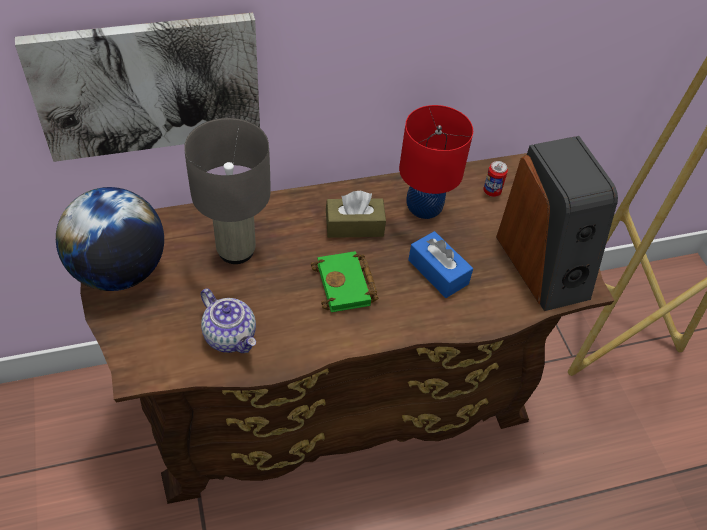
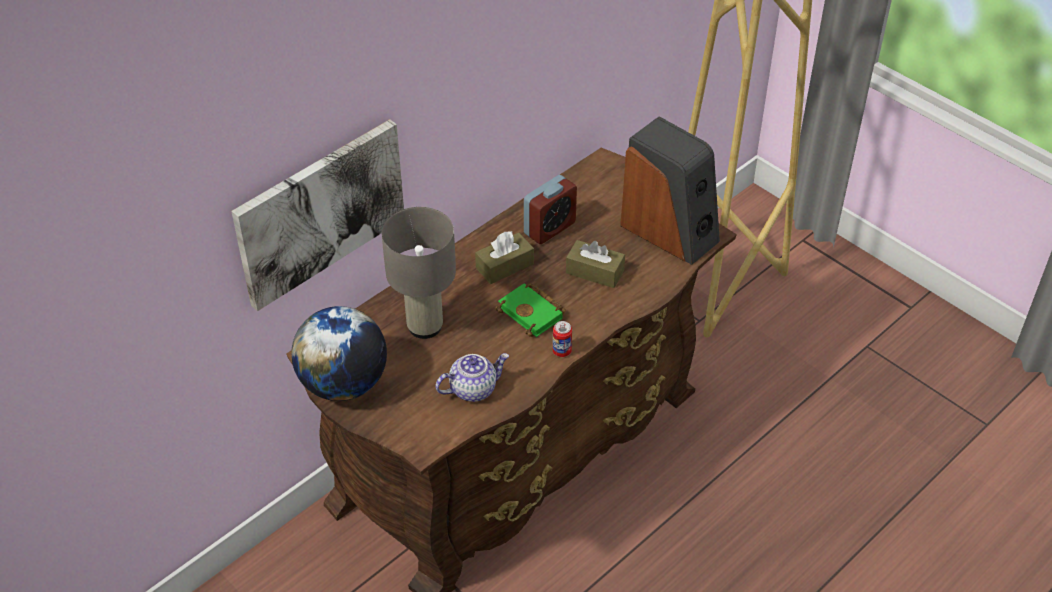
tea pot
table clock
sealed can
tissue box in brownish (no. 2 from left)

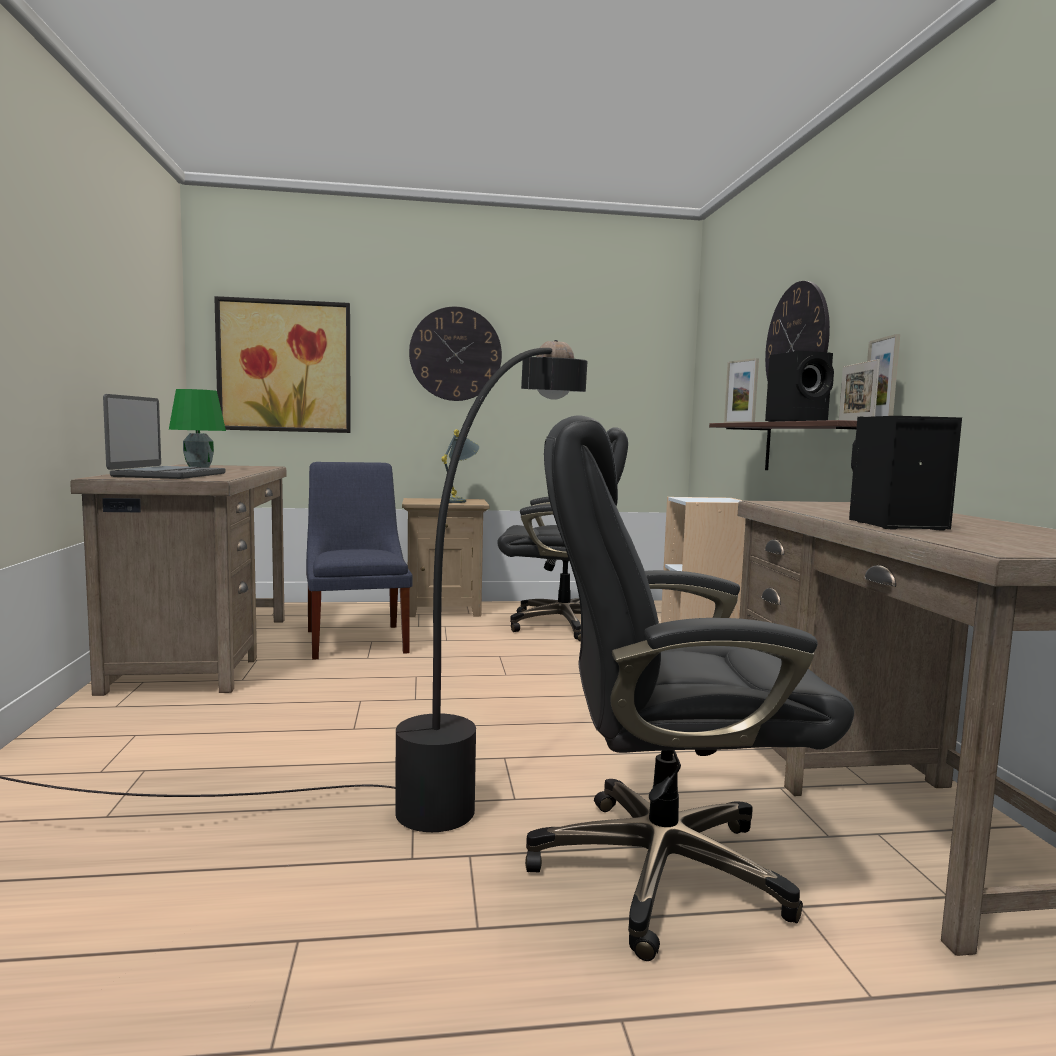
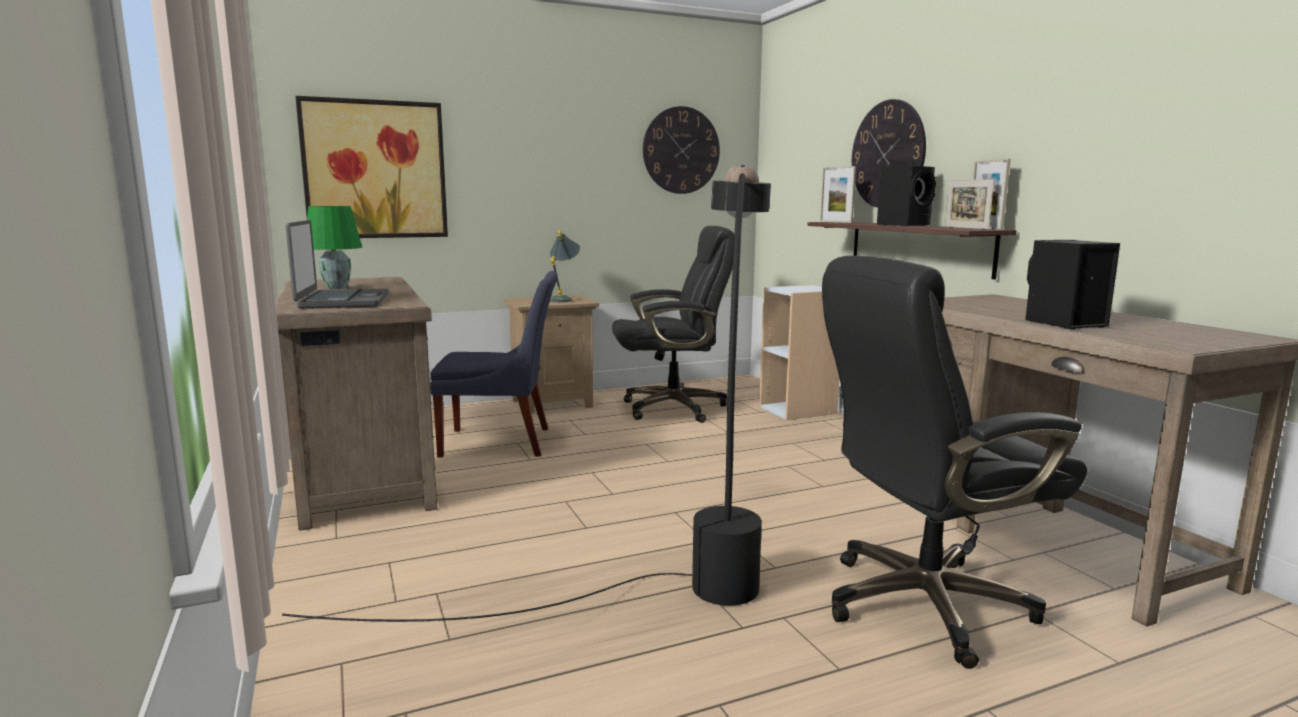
plain chair in bluish
wall clock (no. 1 from left)

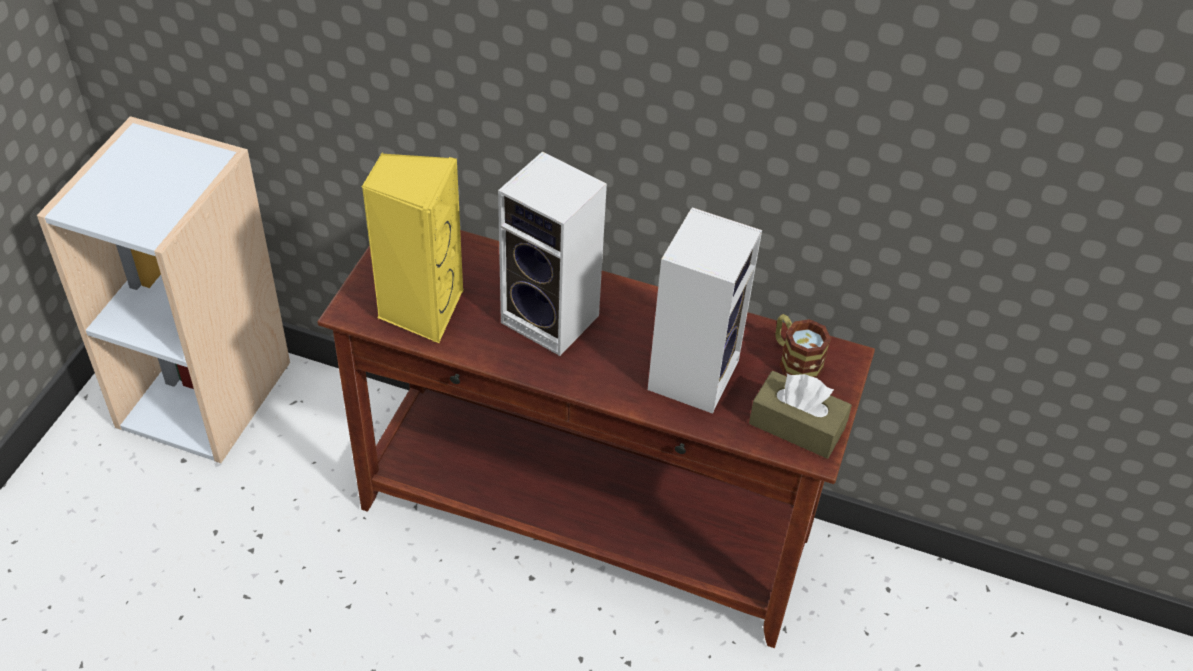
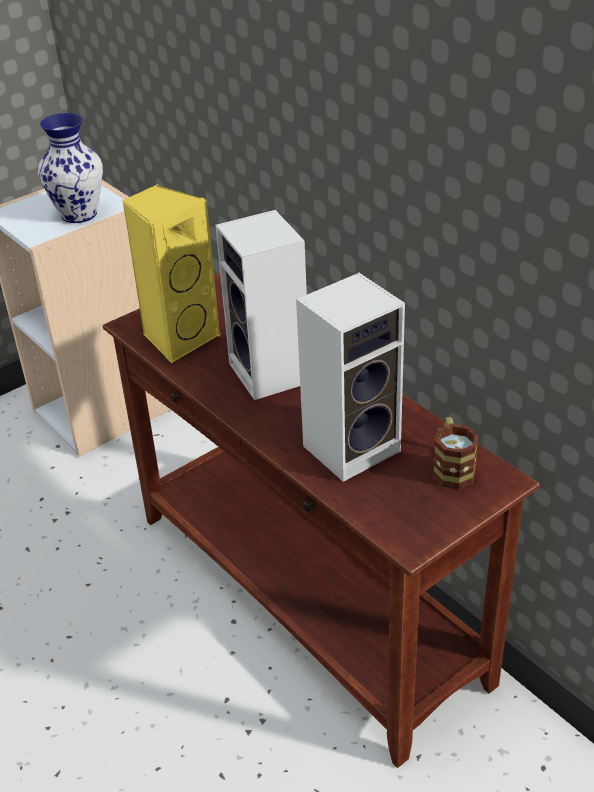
decorative vase
tissue box in brownish

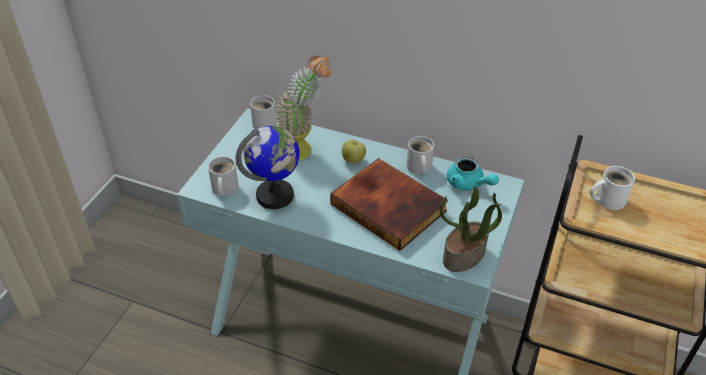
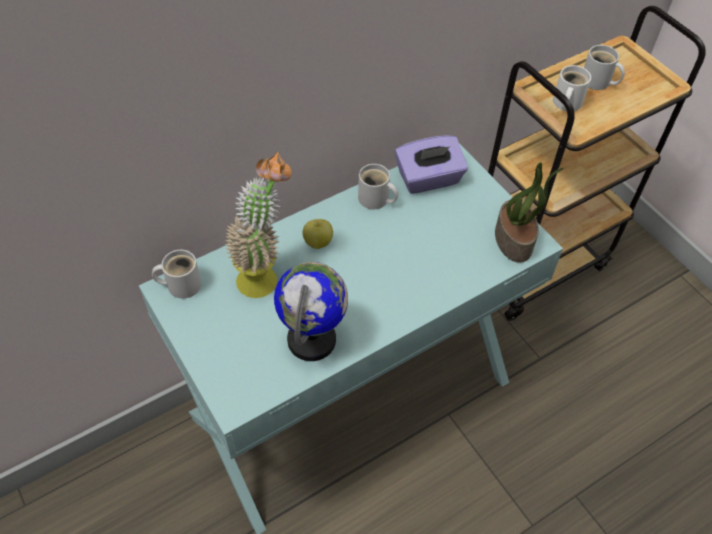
tissue box in purplish
coffee mug in white-coloured (no. 4 from left)
book

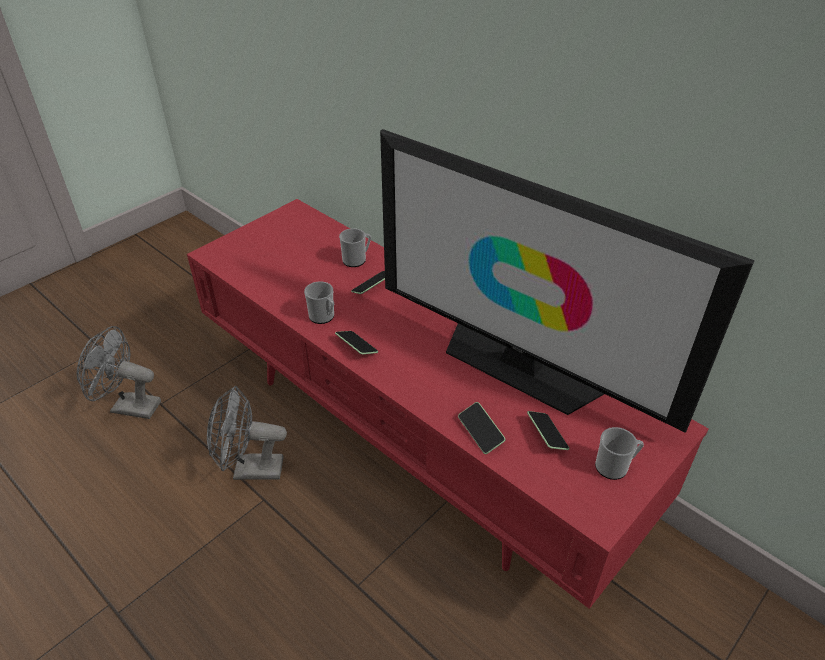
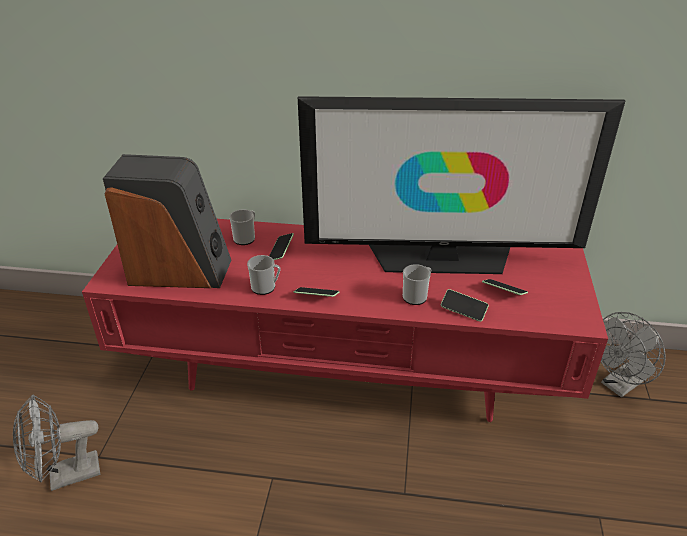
speaker
coffee mug (no. 3 from left)
fan in gray (no. 2 from left)

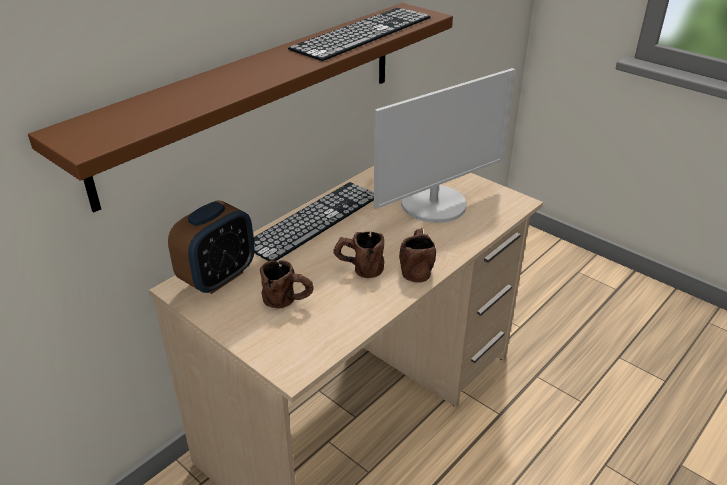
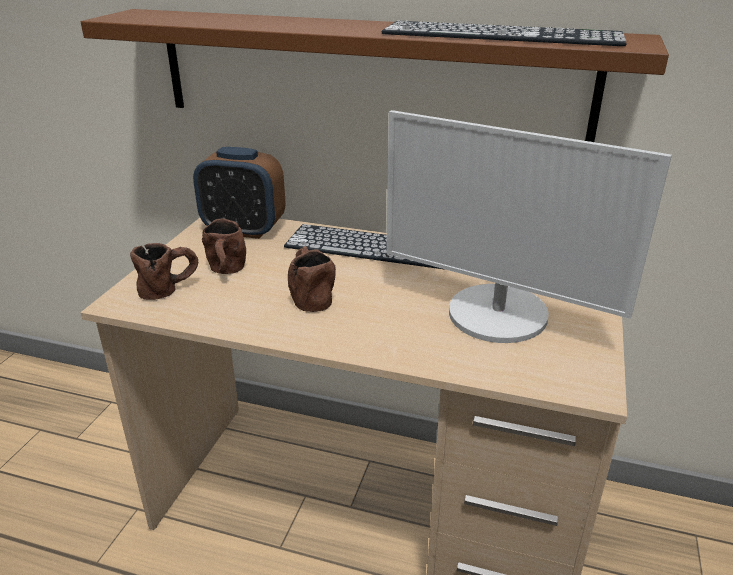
coffee mug in brownish (no. 1 from left)

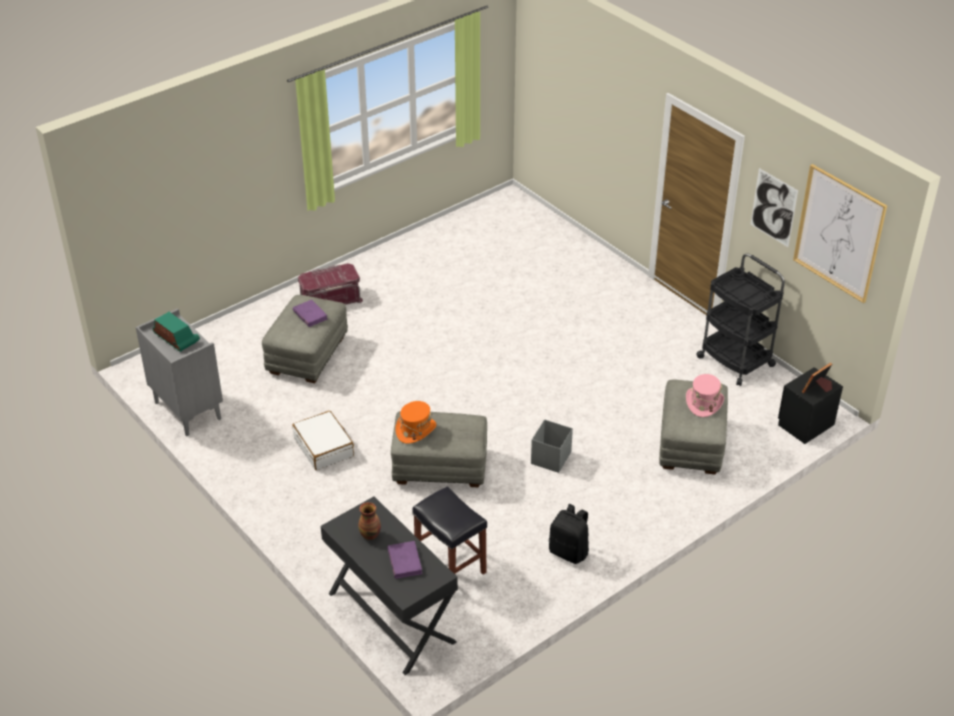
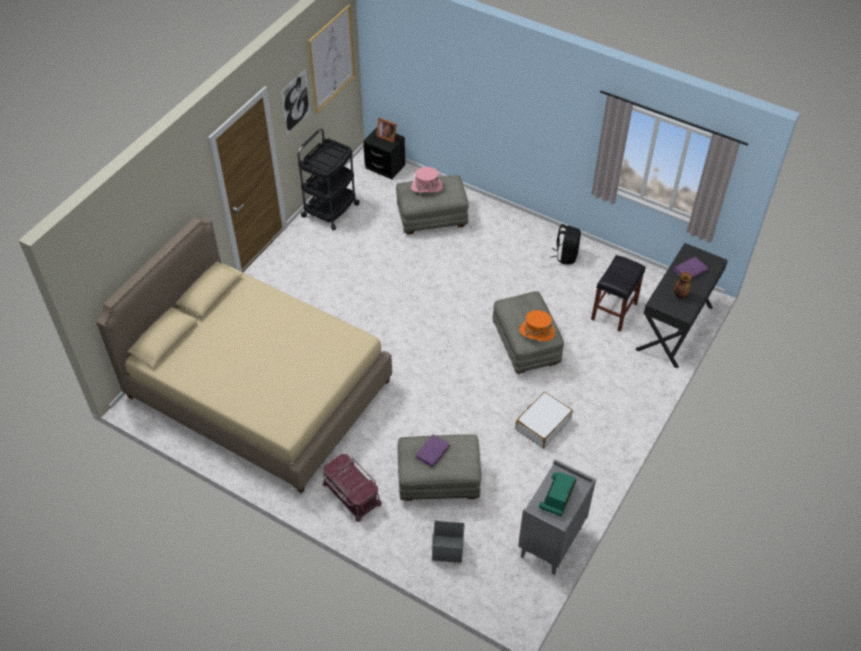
bed in sand-coloured
storage container in gray

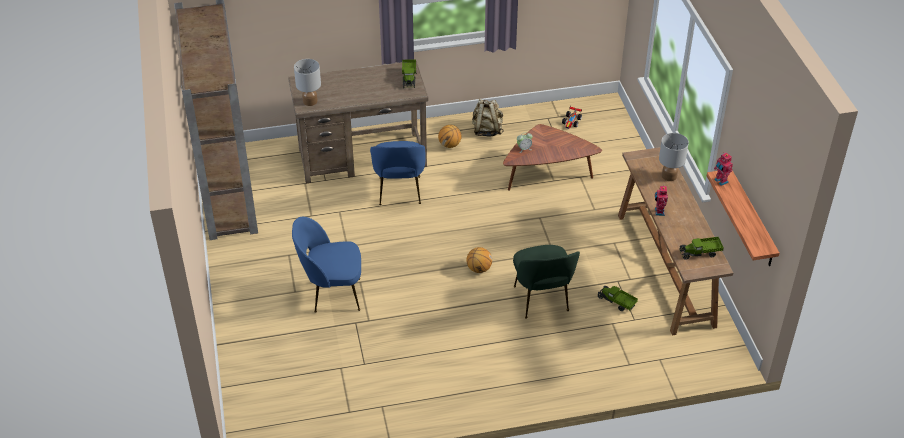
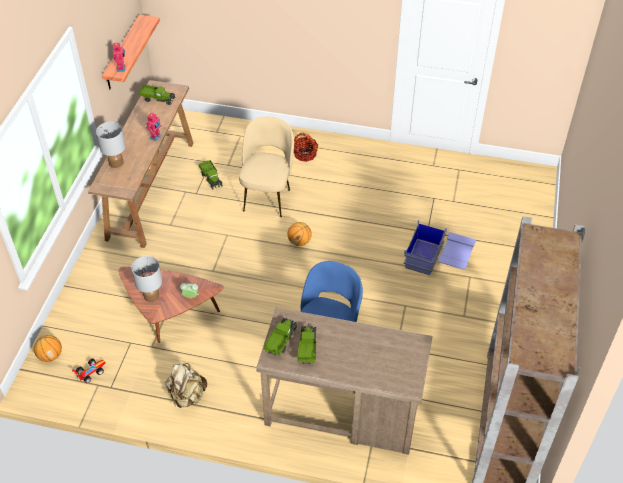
basketball (no. 1 from left)
table lamp in gray (no. 2 from left)
plain chair in sand-coloured
household basket
toy truck (no. 4 from left)
storage container in bluish

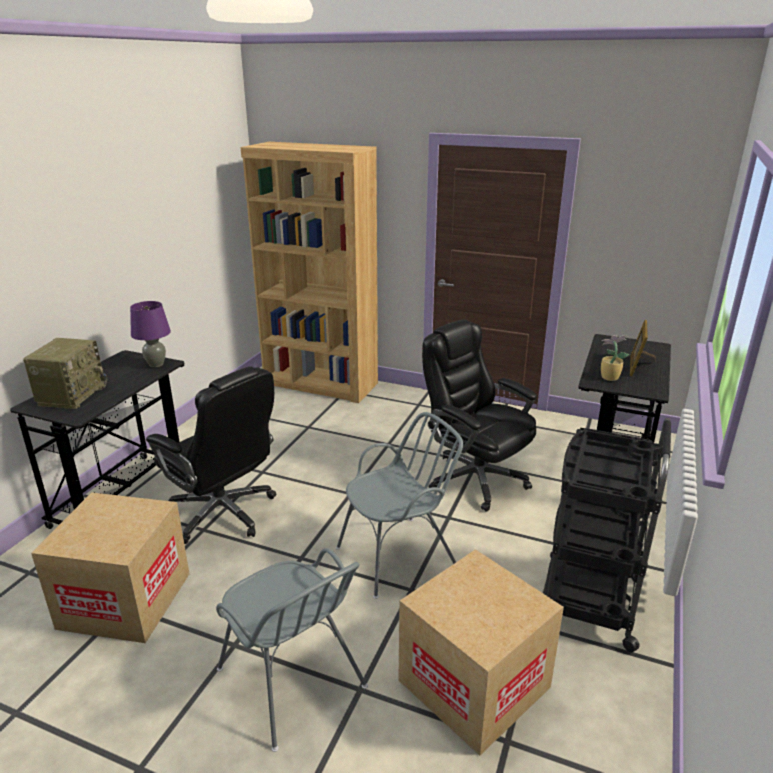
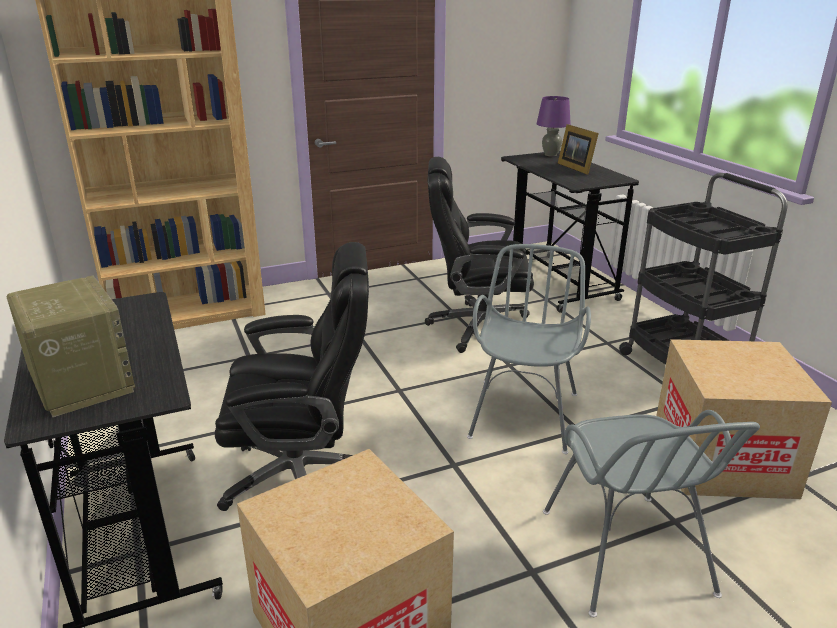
table lamp in purplish
plain chair in gray (no. 2 from left)
houseplant

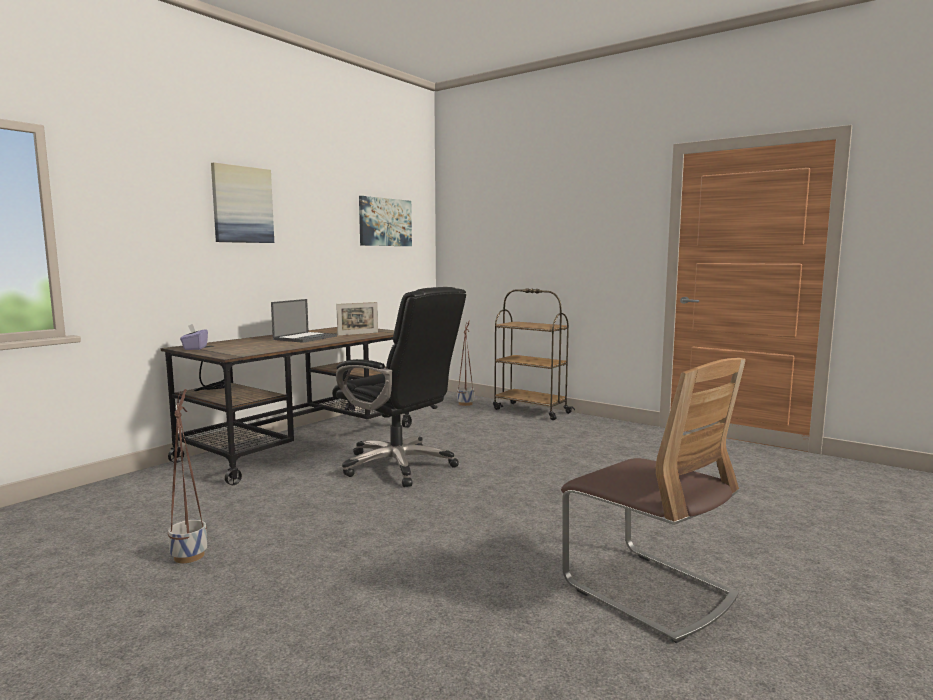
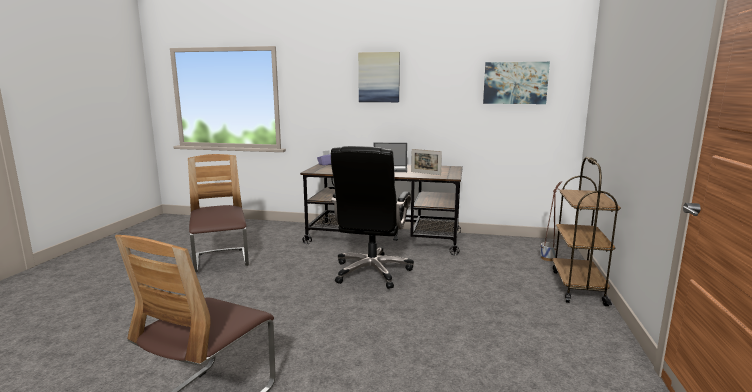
plain chair (no. 2 from left)

